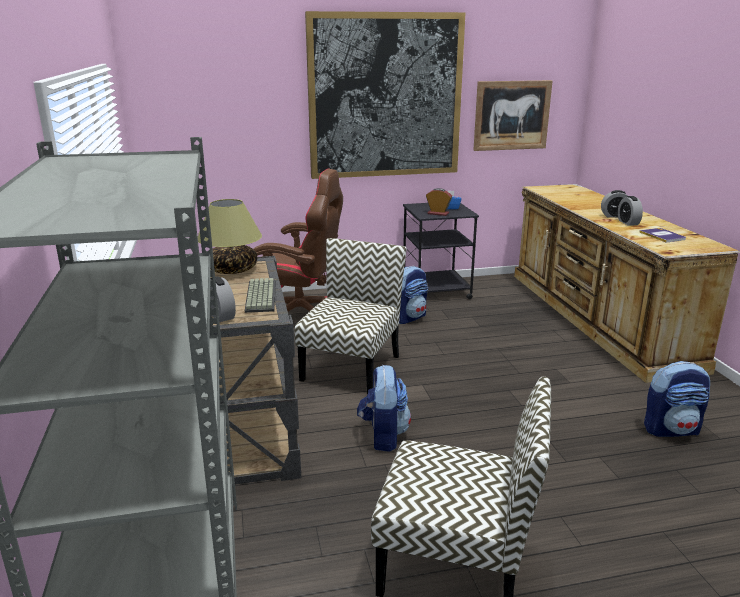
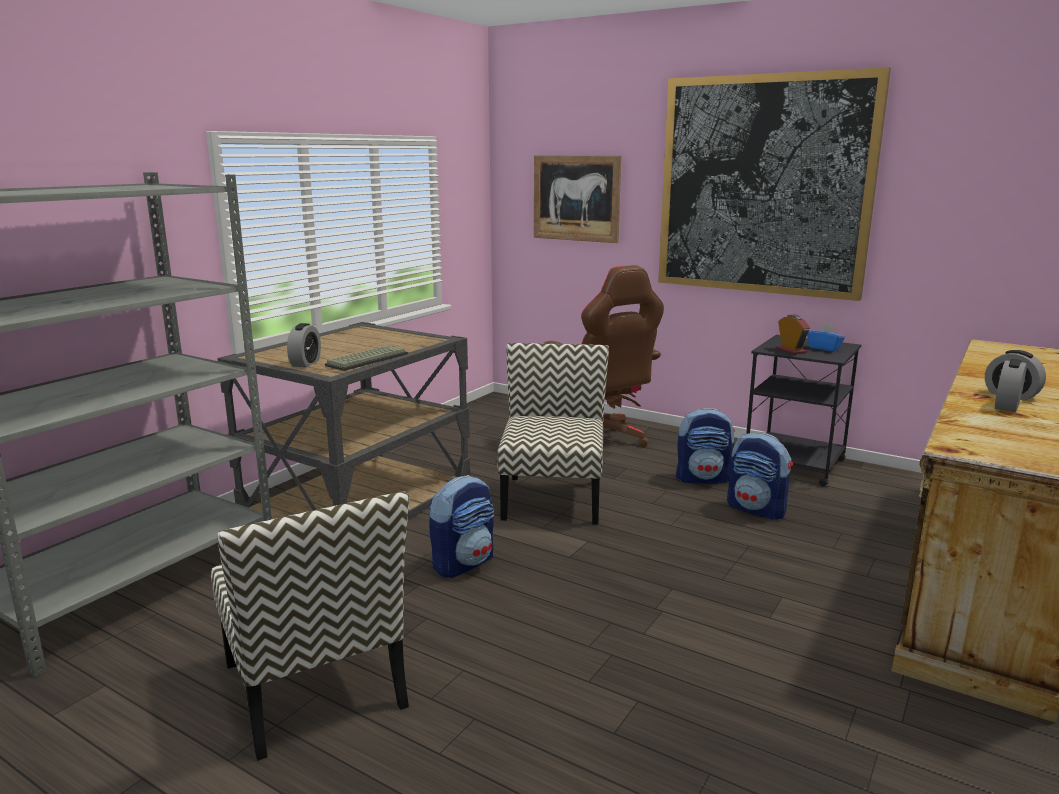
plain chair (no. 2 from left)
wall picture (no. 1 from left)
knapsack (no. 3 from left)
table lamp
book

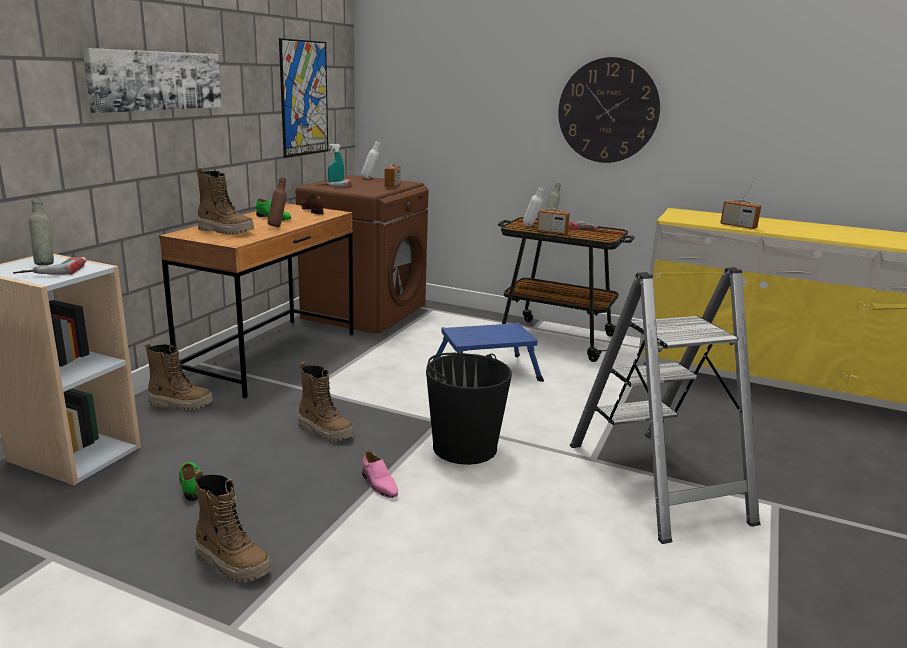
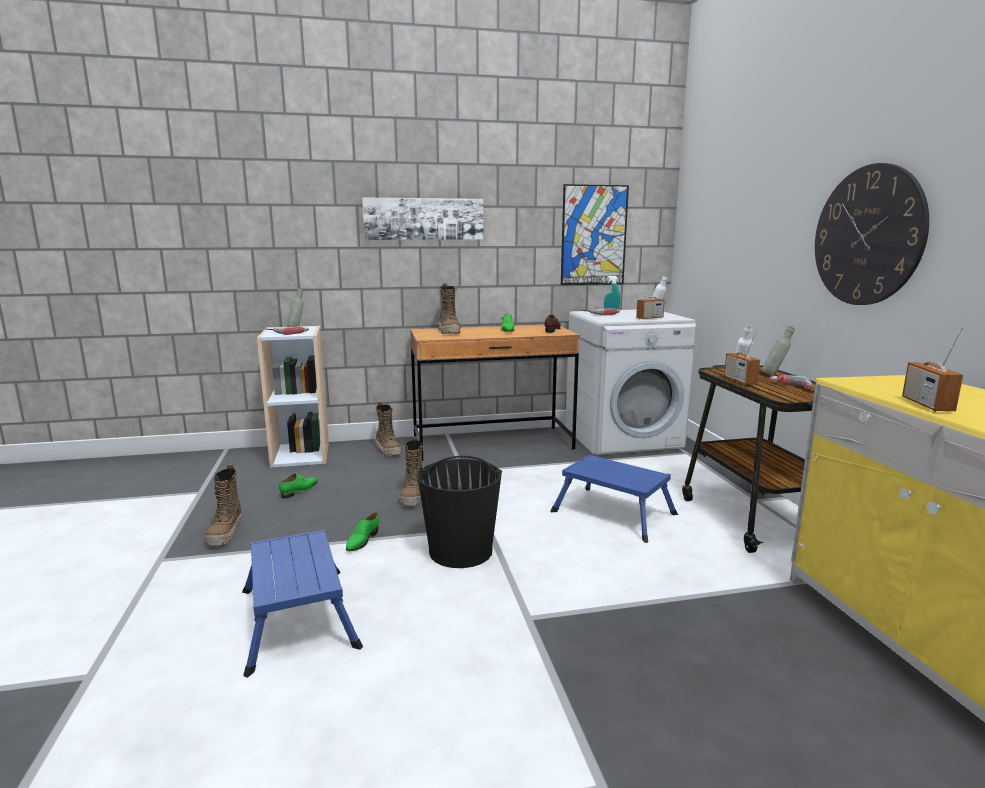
stepladder in bluish (no. 1 from left)
low shoe in greenish (no. 2 from left)
laundry appliance in white-coloured
bottle in brownish
stepladder in gray

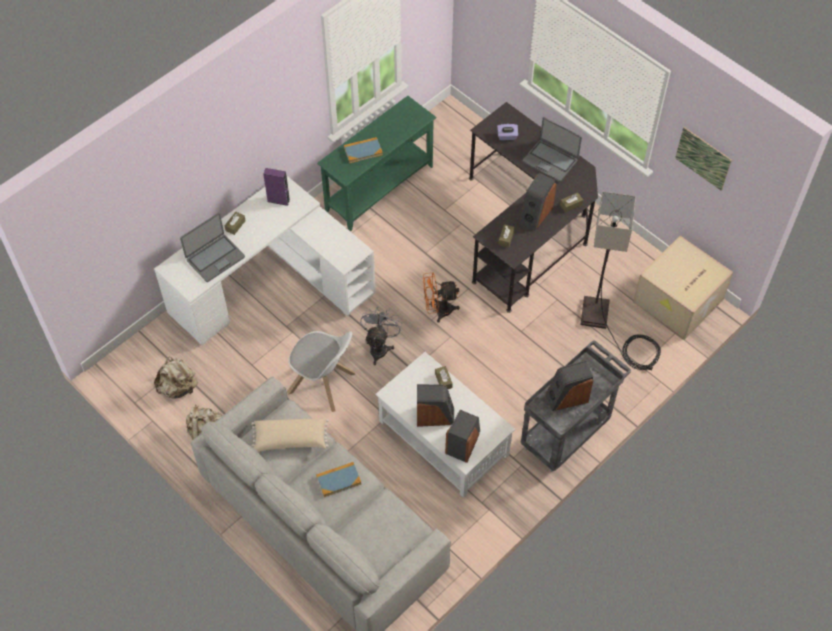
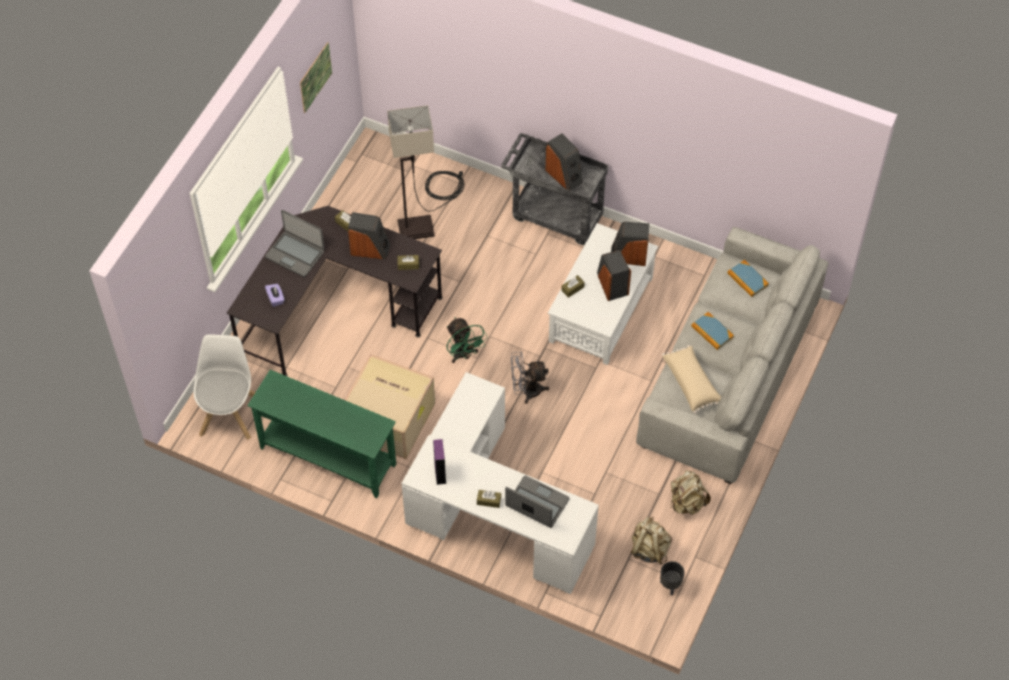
plain chair
portable computer (no. 1 from left)
cardboard box
fan in greenish
flower pot in black
book (no. 2 from left)

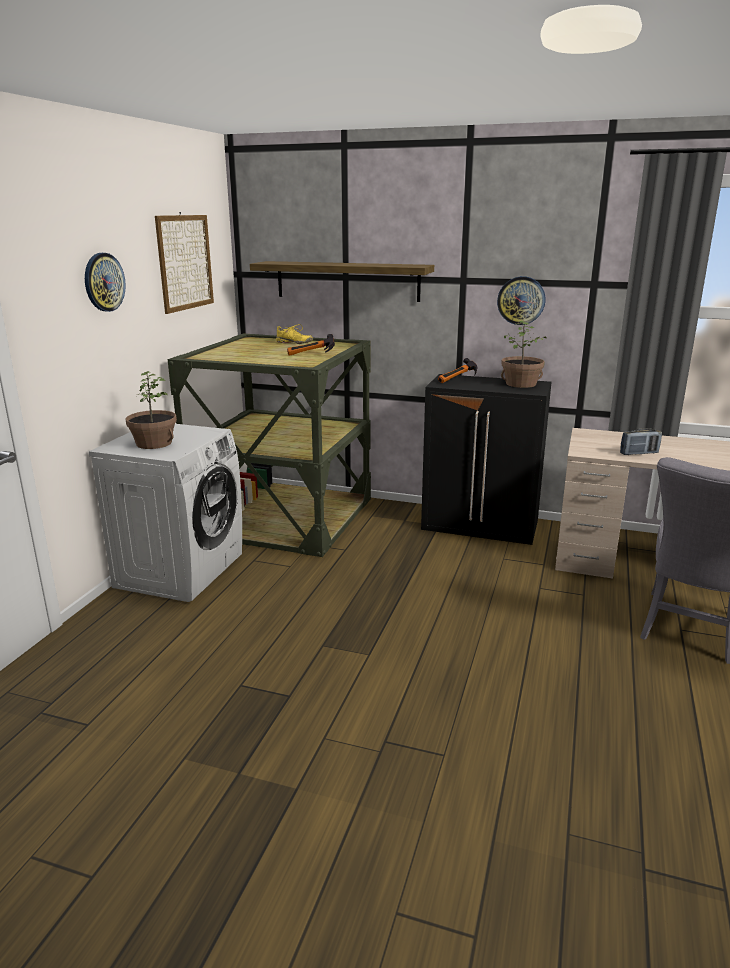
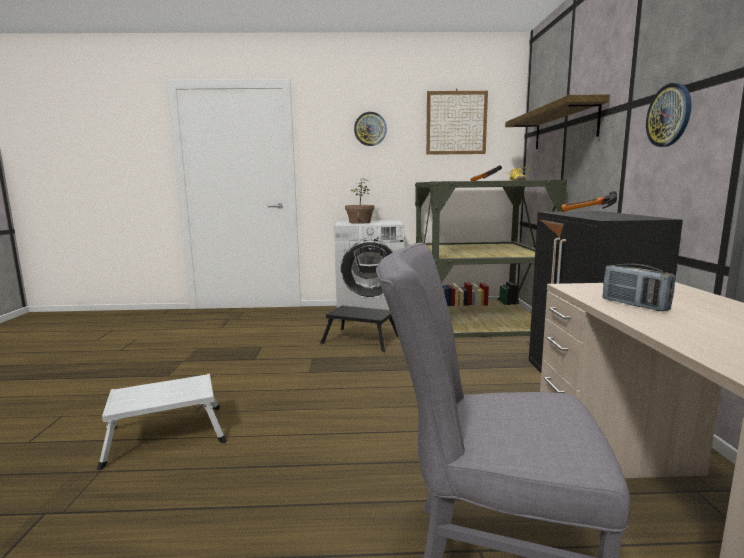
stepladder in white-coloured
stepladder in black
houseplant (no. 2 from left in the first image)

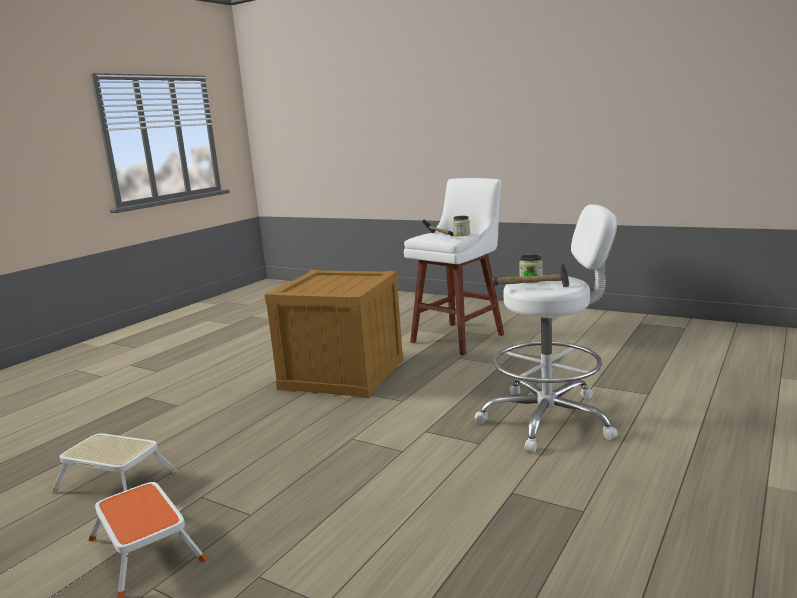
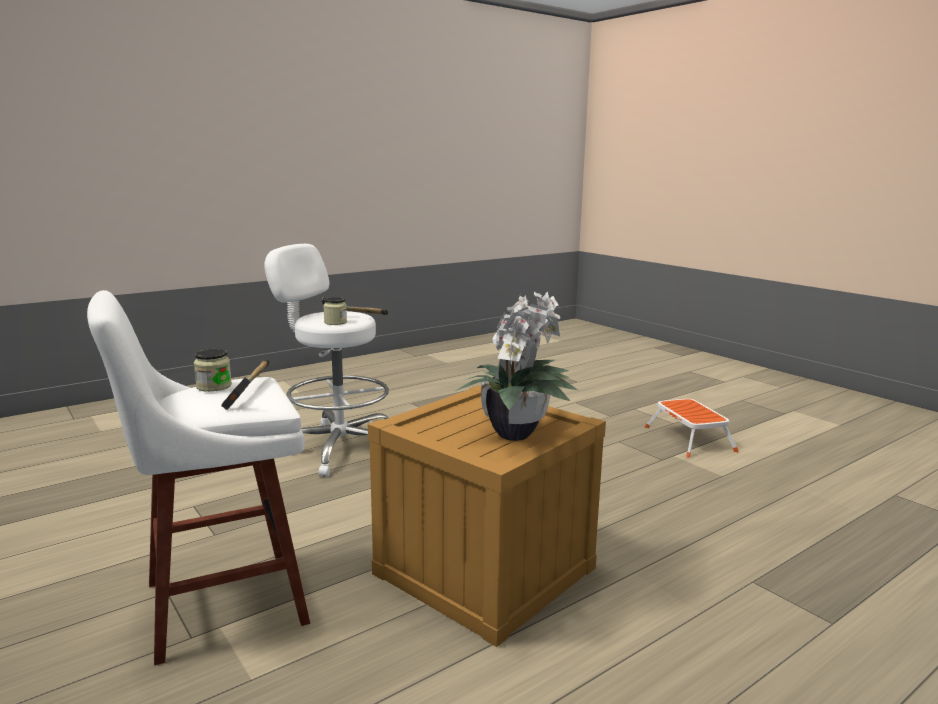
houseplant
stepladder in sand-coloured

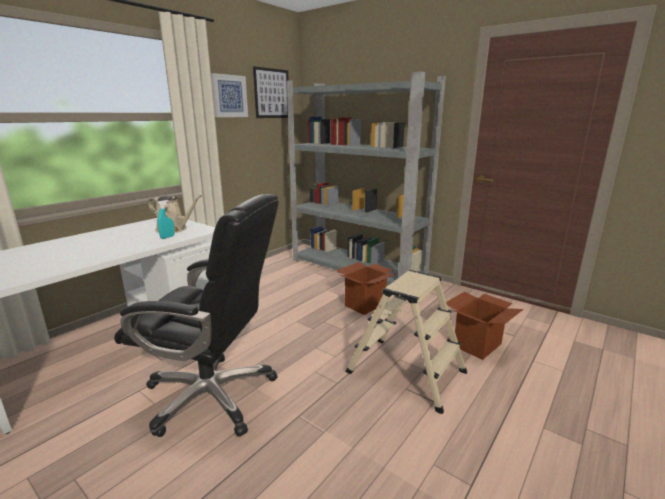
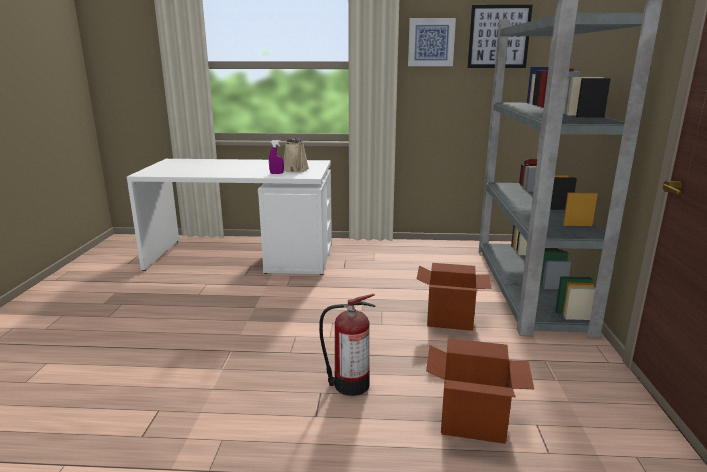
sprayer in purplish
fire extinguisher
desk chair in black

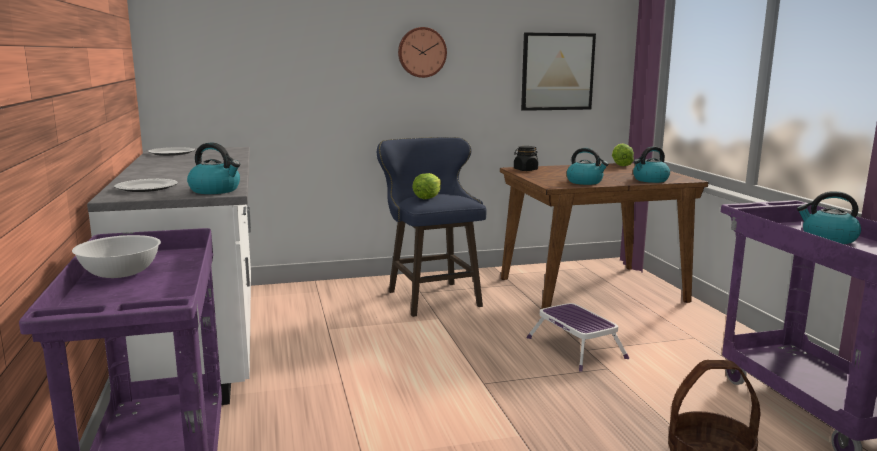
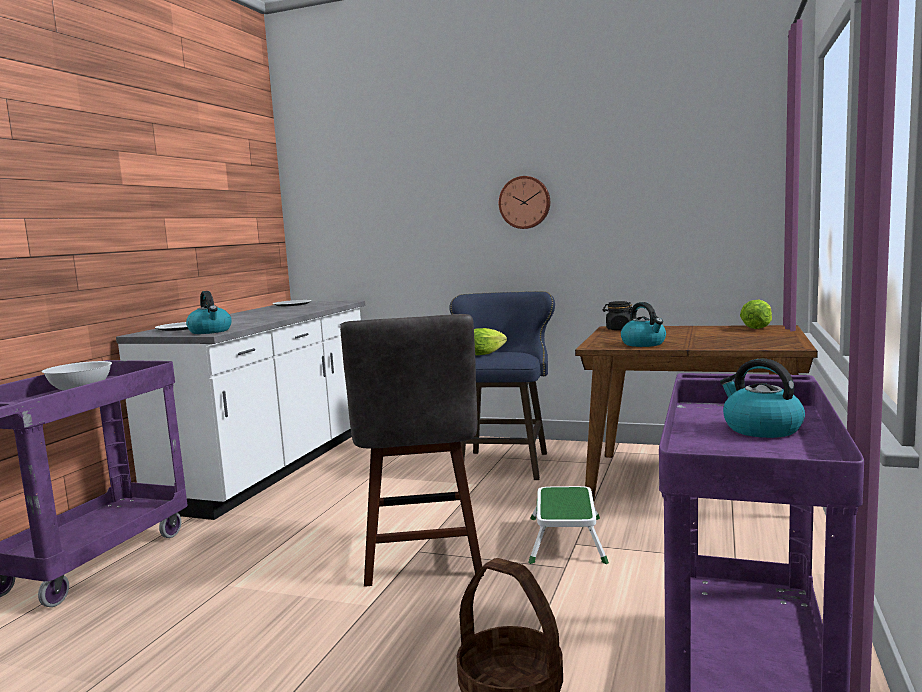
stool in gray
stepladder in greenish
wall picture
water kettle (no. 3 from left in the first image)

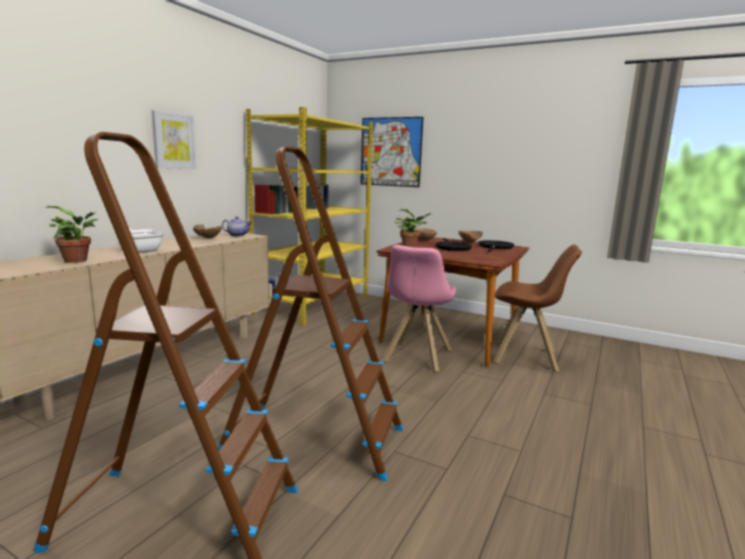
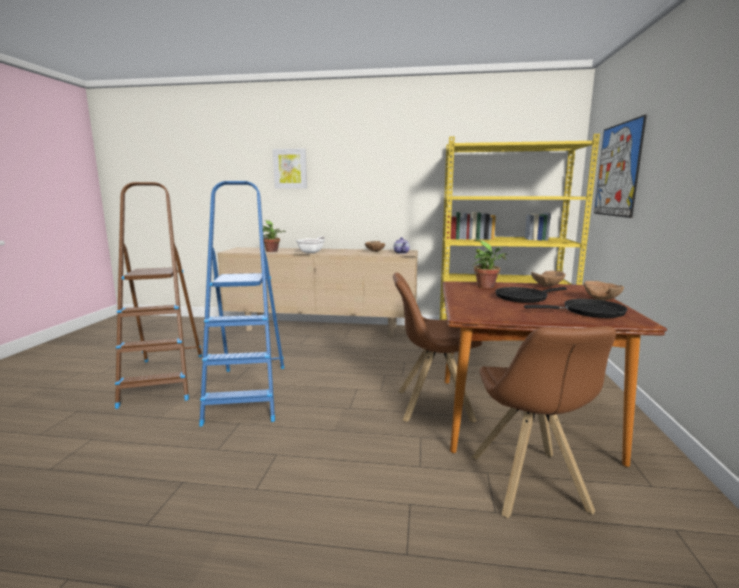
stepladder in bluish
wall picture (no. 1 from left)
plain chair in brownish (no. 1 from left)

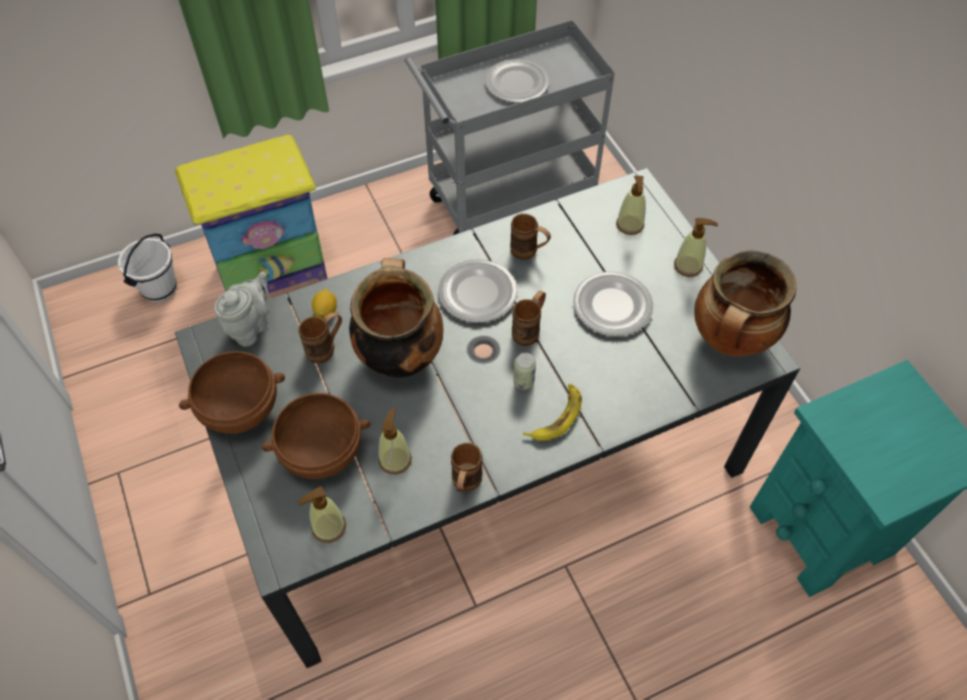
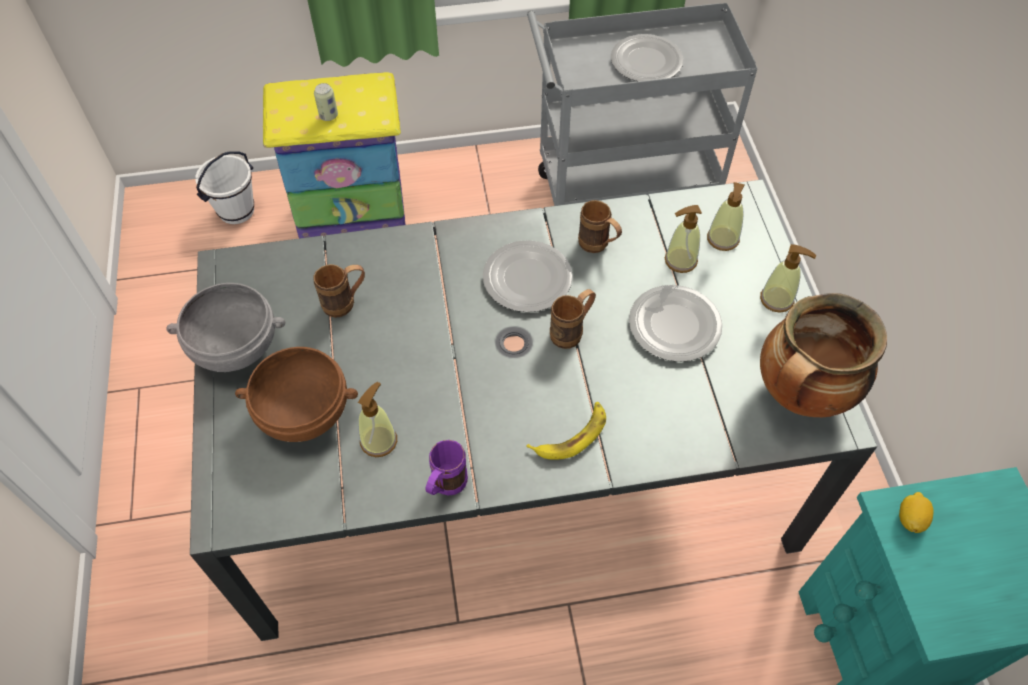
deep dish in gray
sealed can
coffee mug in purplish
liquid soap bottle (no. 2 from left)
lemon
tea pot in gray
stockpot (no. 1 from left in the first image)

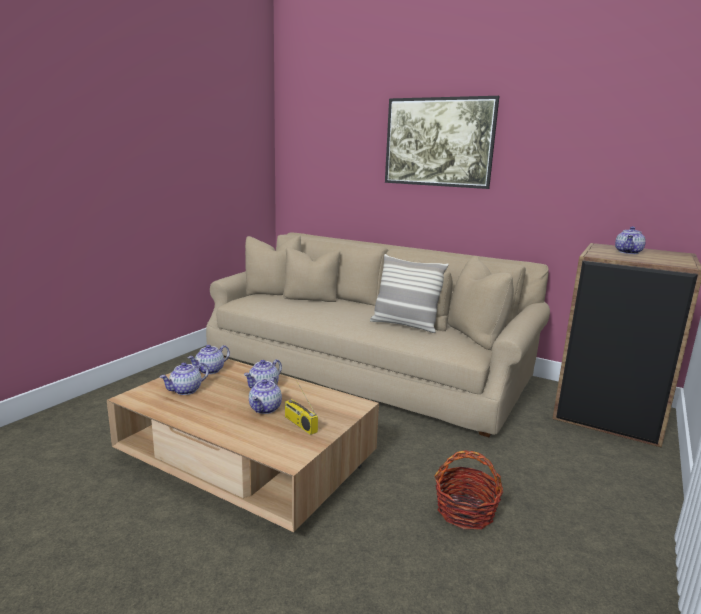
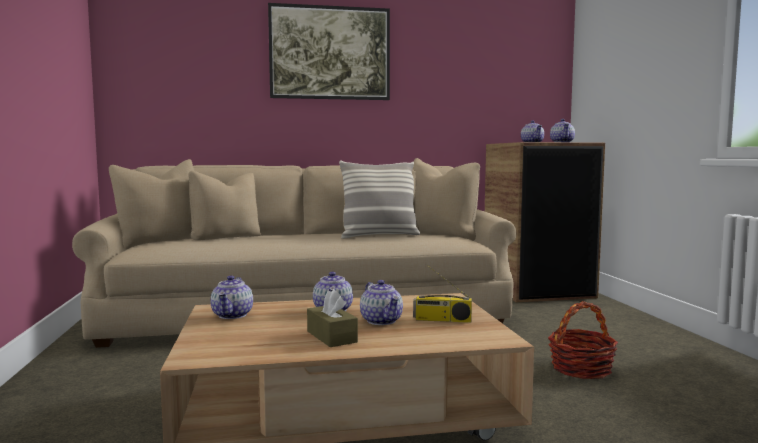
tissue box in brownish
tea pot (no. 5 from left)

